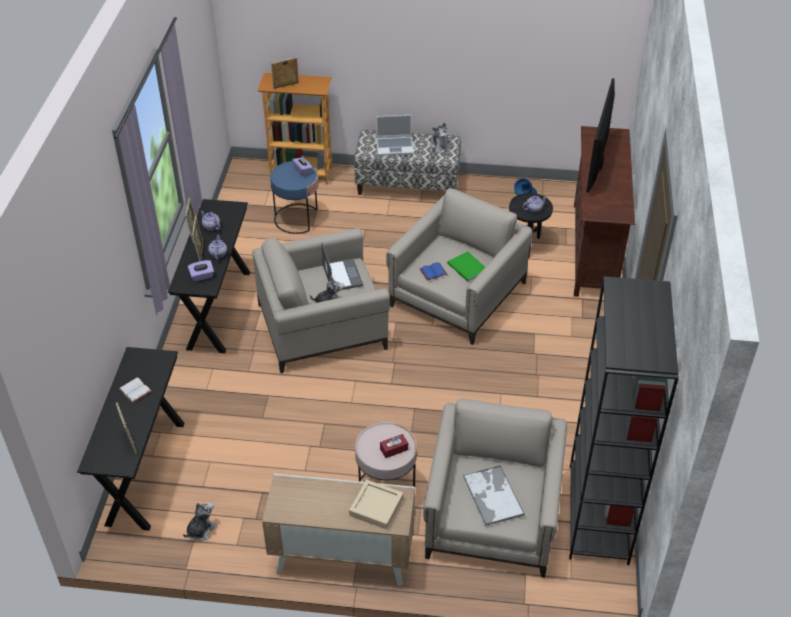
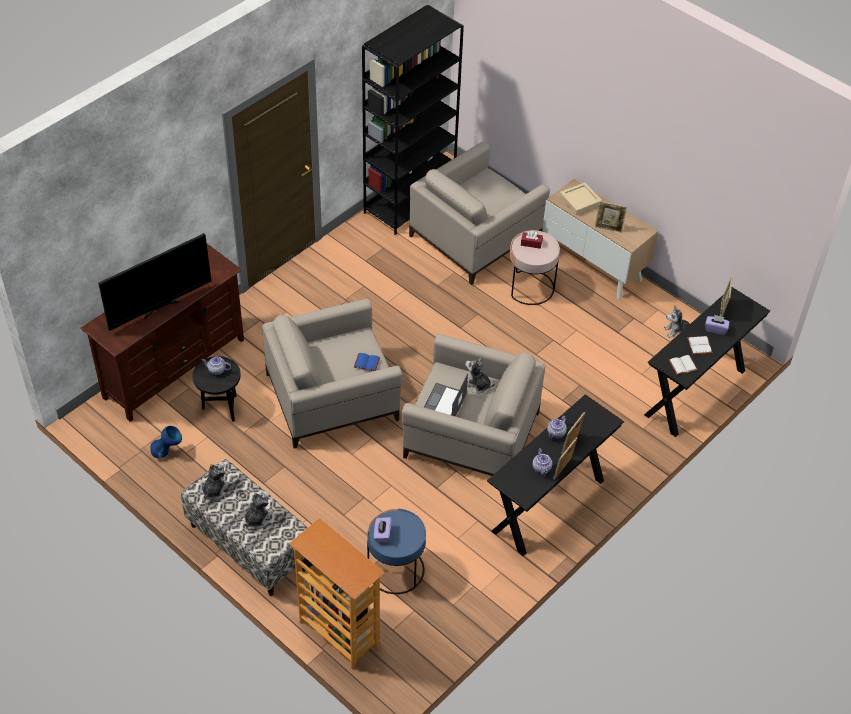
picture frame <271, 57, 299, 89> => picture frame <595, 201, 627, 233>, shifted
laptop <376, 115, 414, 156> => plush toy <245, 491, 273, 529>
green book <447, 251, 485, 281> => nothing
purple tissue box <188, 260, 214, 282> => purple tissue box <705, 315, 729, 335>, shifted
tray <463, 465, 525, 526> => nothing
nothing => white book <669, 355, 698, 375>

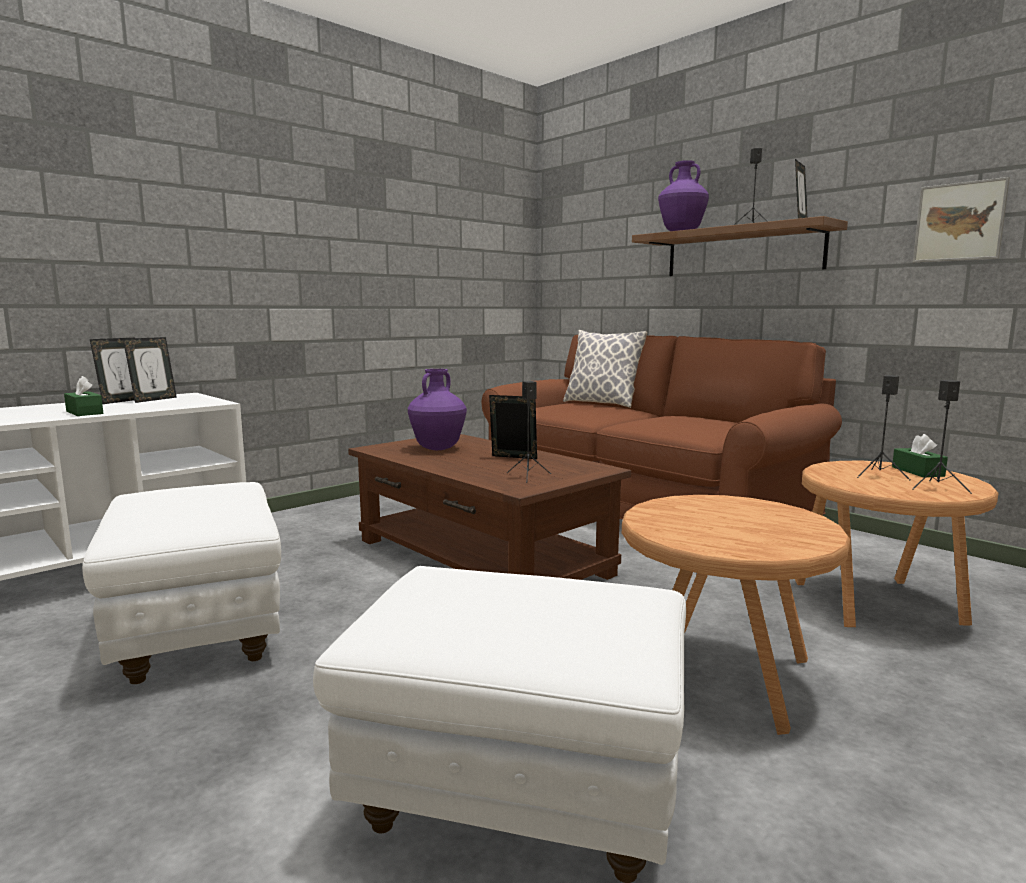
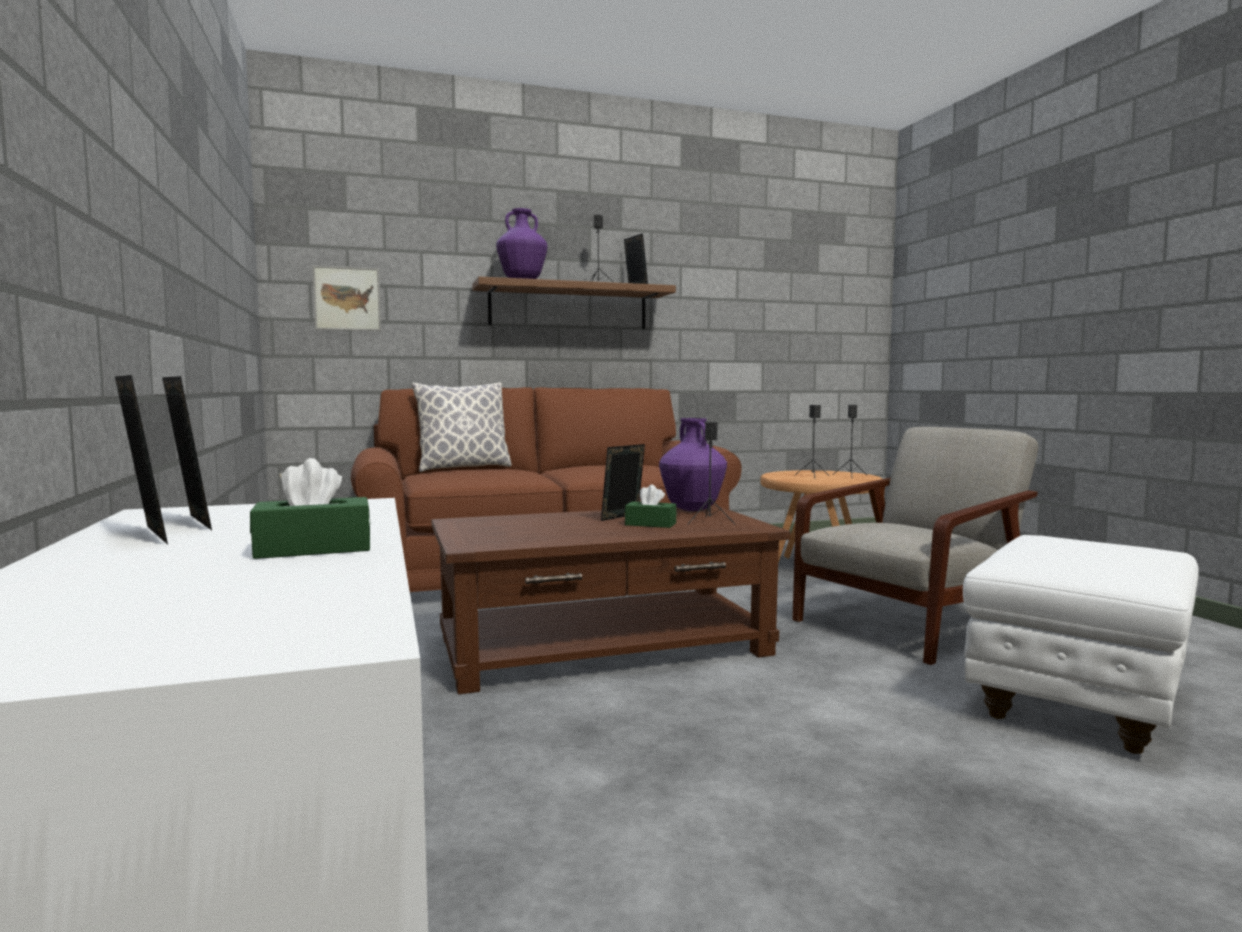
picture <913, 177, 1010, 262> => picture <312, 265, 381, 331>, shifted
purple vase <408, 369, 467, 450> => purple vase <659, 418, 727, 511>, shifted
green tissue box <892, 434, 948, 477> => green tissue box <625, 484, 676, 528>, shifted
white ottoman <82, 482, 281, 684> => nothing
brown side table <622, 495, 850, 735> => grey armchair <792, 427, 1038, 665>

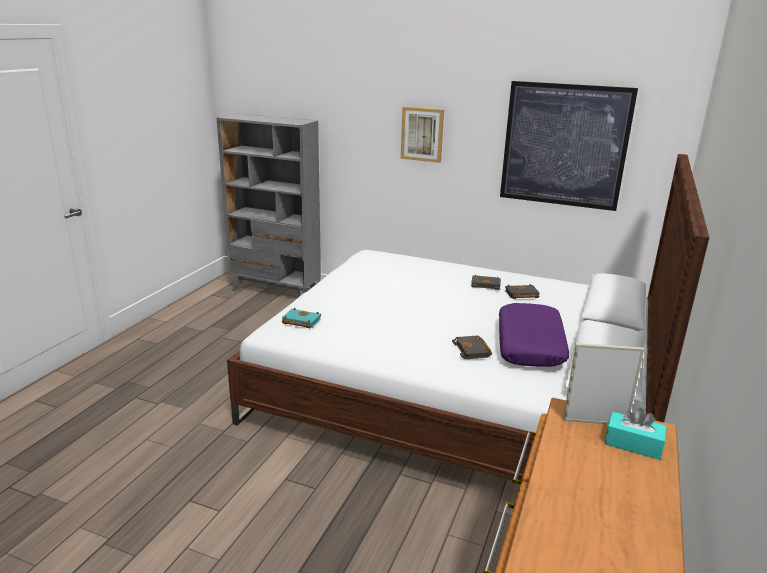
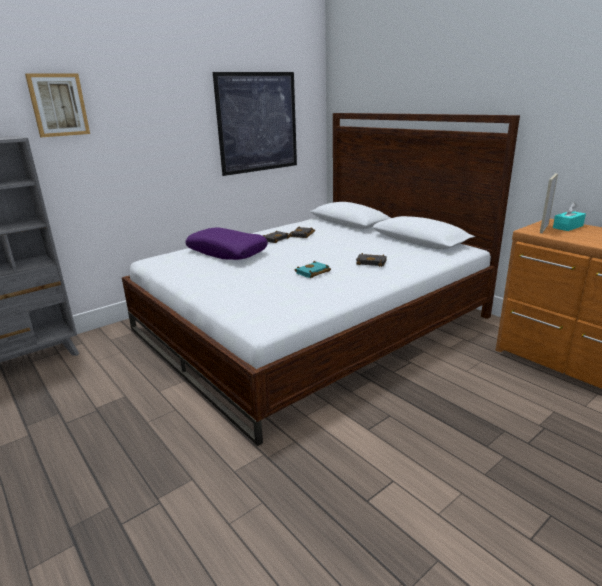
picture <401, 107, 444, 163> => picture <25, 74, 90, 137>, shifted
purple pillow <499, 303, 569, 367> => purple pillow <186, 228, 268, 260>, shifted
turquoise book <282, 308, 321, 329> => turquoise book <295, 261, 331, 278>, shifted

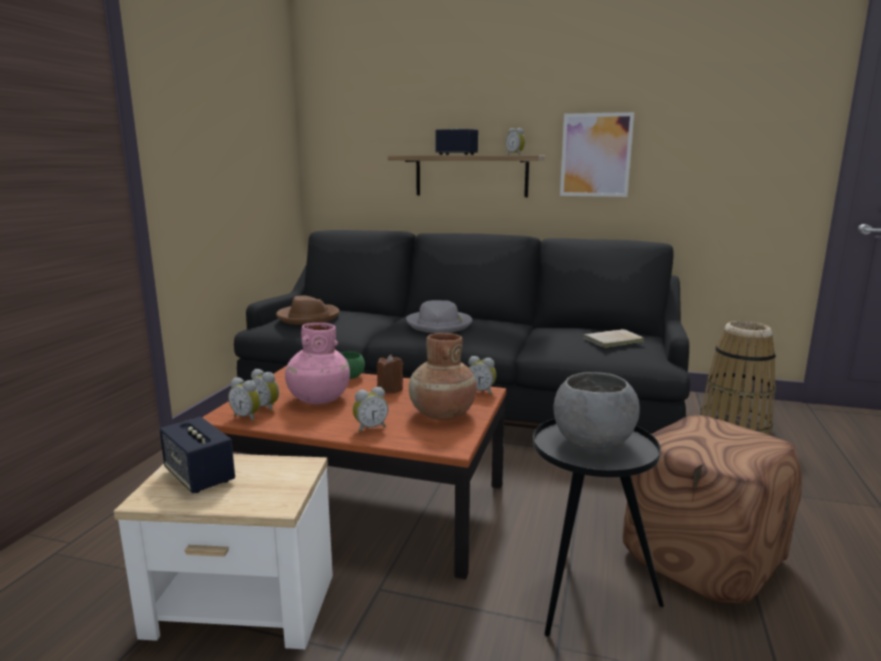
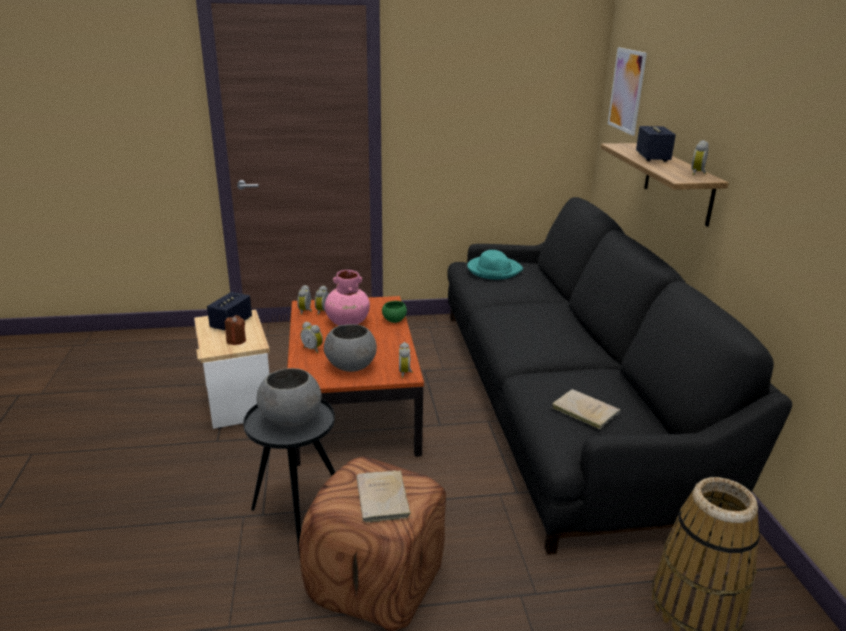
picture <560, 112, 634, 197> => picture <608, 47, 647, 136>, shifted
brown hat <276, 296, 340, 325> => turquoise hat <467, 250, 523, 279>
grey hat <406, 300, 472, 333> => nothing
brown vase <409, 333, 477, 420> => grey bowl <324, 324, 377, 372>
brown candle <377, 354, 403, 393> => brown candle <225, 315, 246, 345>, shifted
nothing => beige book <356, 470, 412, 523>

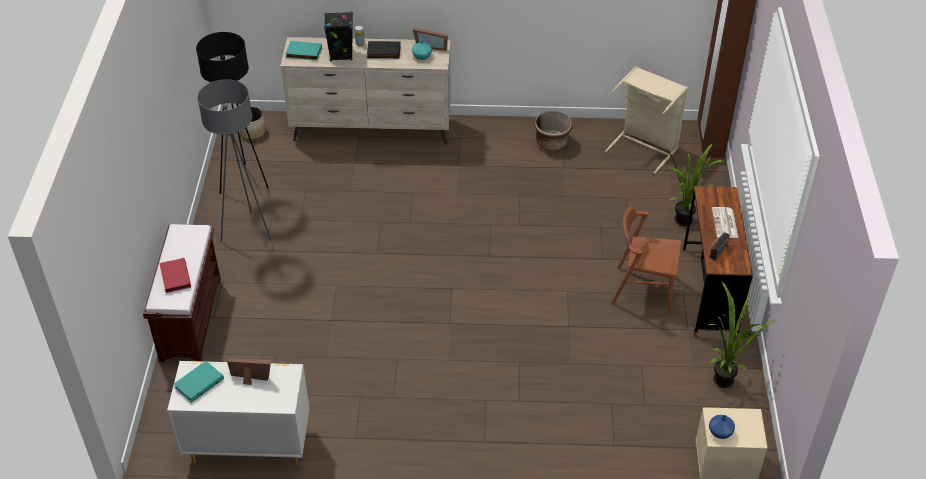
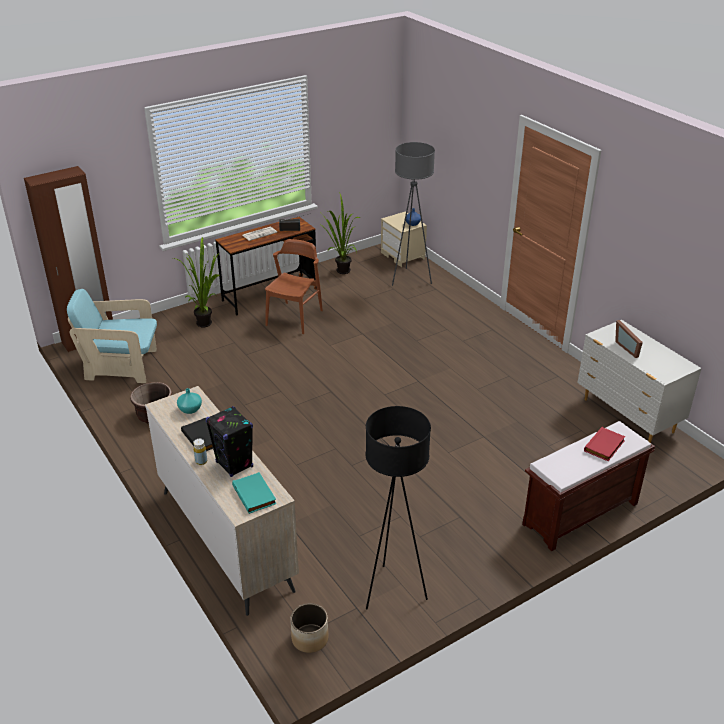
picture frame <413, 28, 448, 51> => nothing
beige laundry basket <605, 66, 688, 174> => turquoise armchair <67, 289, 157, 383>
grey floor lamp <197, 79, 272, 243> => grey floor lamp <392, 142, 435, 286>, shifted
brown chair <612, 206, 681, 313> => brown chair <265, 239, 323, 334>, 135 degrees counterclockwise
turquoise book <173, 361, 224, 403> => nothing

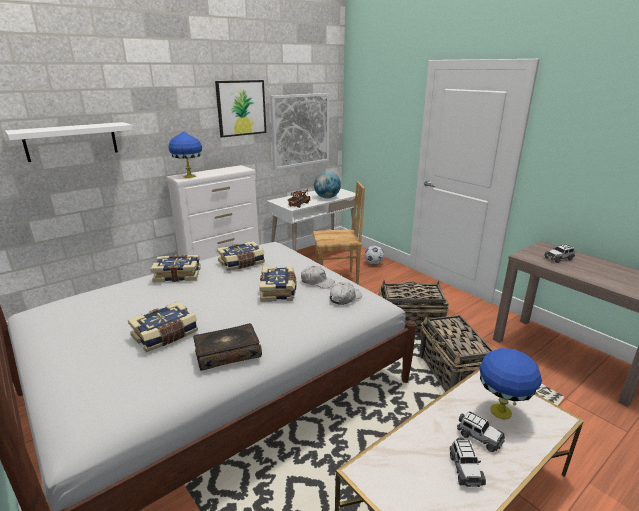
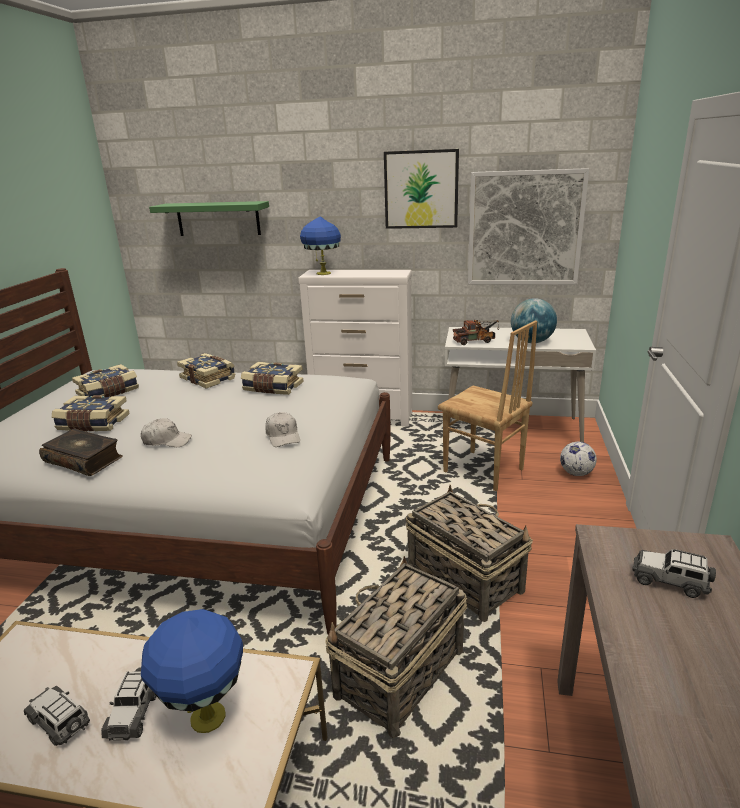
white shelf <5, 122, 133, 162> => green shelf <149, 201, 269, 236>
book <259, 266, 297, 302> => book <72, 364, 139, 397>, shifted
white cap <330, 282, 362, 305> => white cap <141, 418, 192, 447>, shifted
toy car <450, 437, 486, 487> => toy car <24, 686, 90, 746>, 75 degrees clockwise

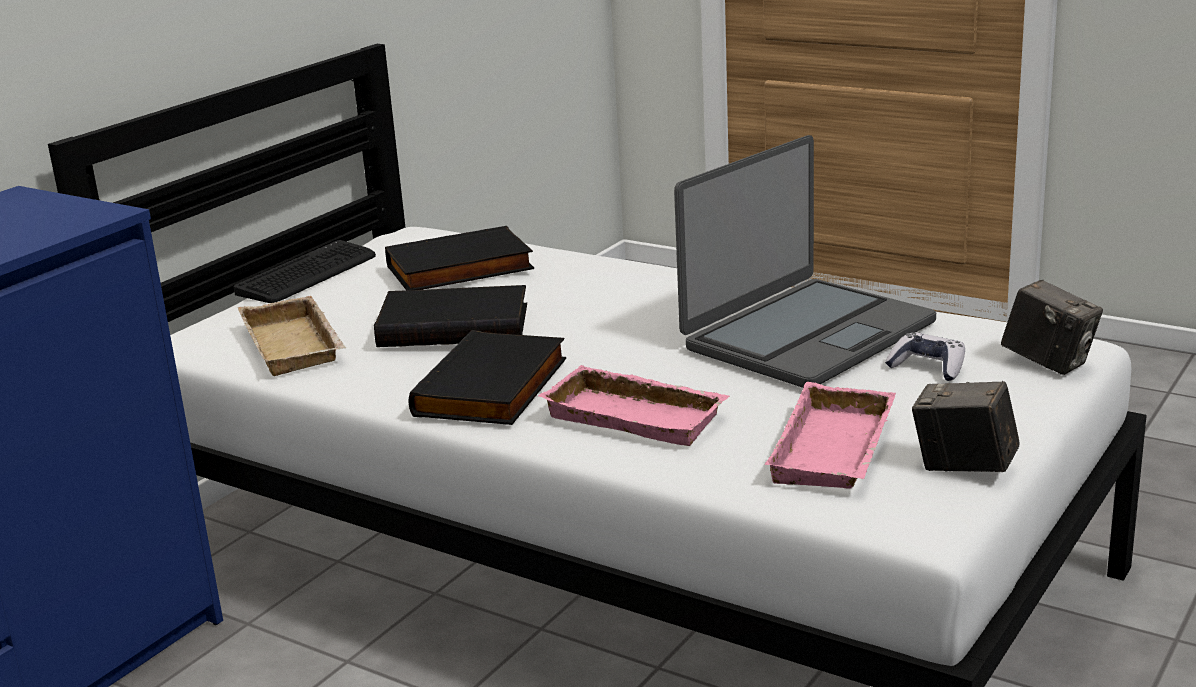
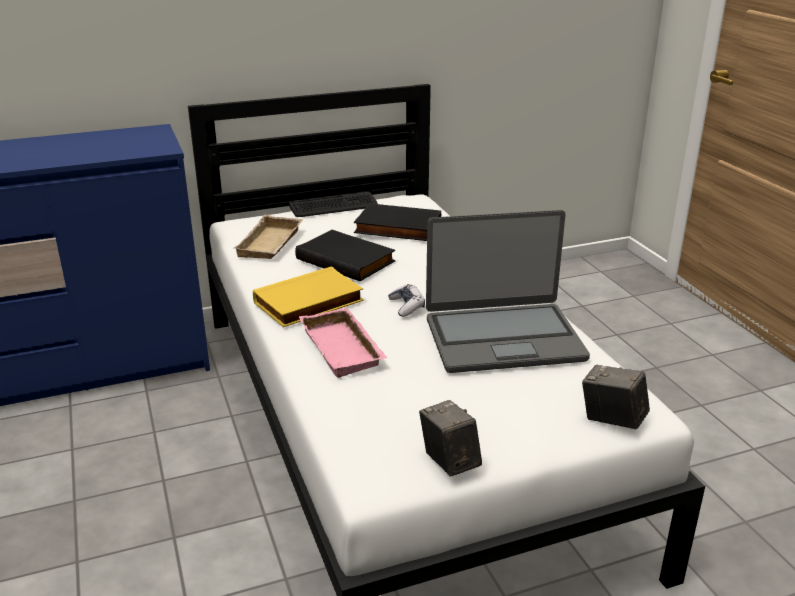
photo camera <1001, 280, 1103, 375> => photo camera <582, 365, 650, 429>, 135 degrees clockwise
black book <408, 330, 566, 425> => yellow book <253, 266, 364, 327>
game controller <885, 332, 965, 381> => game controller <388, 284, 425, 317>, shifted
pink tray <765, 382, 896, 488> => nothing

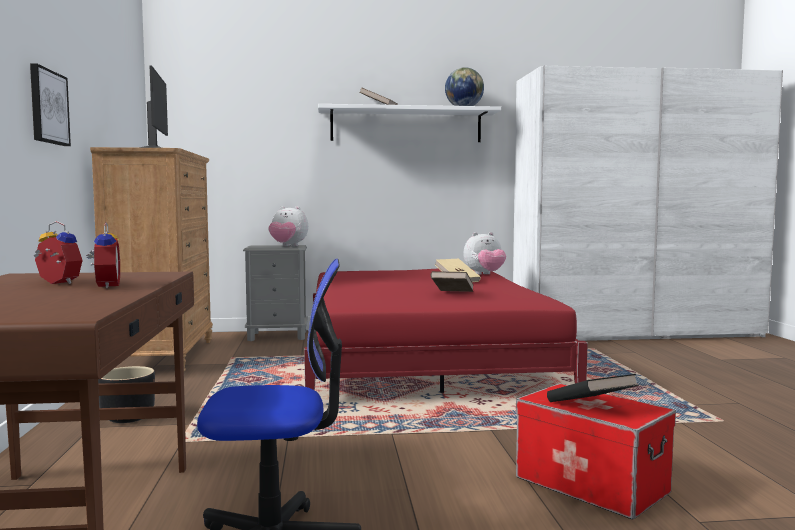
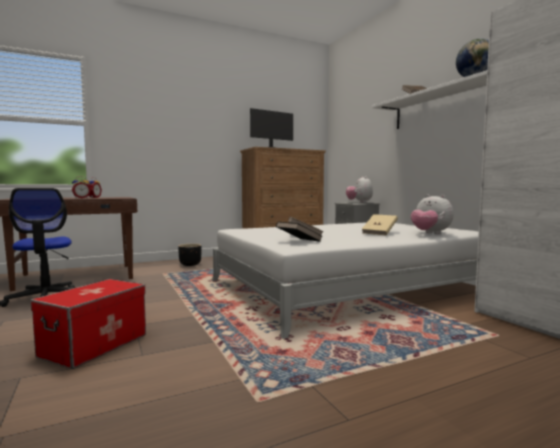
picture <30, 63, 71, 146> => nothing
red bed <304, 269, 588, 393> => white bed <212, 222, 479, 339>
black book <547, 374, 639, 402> => black book <276, 222, 322, 242>, shifted

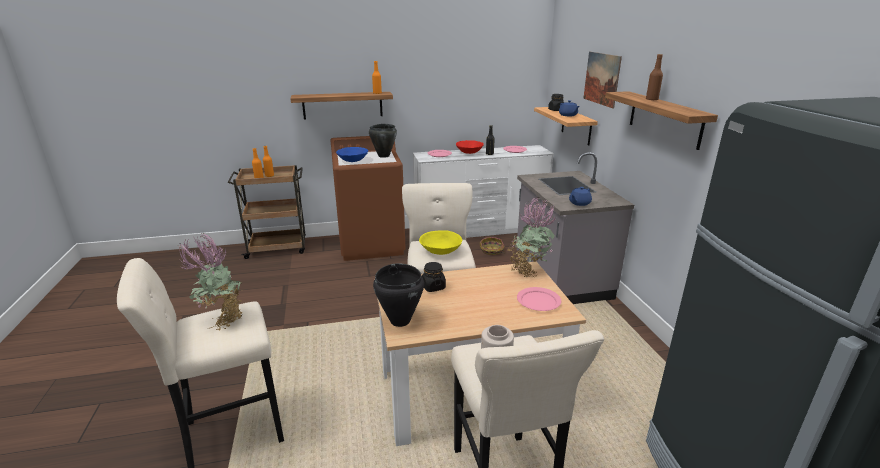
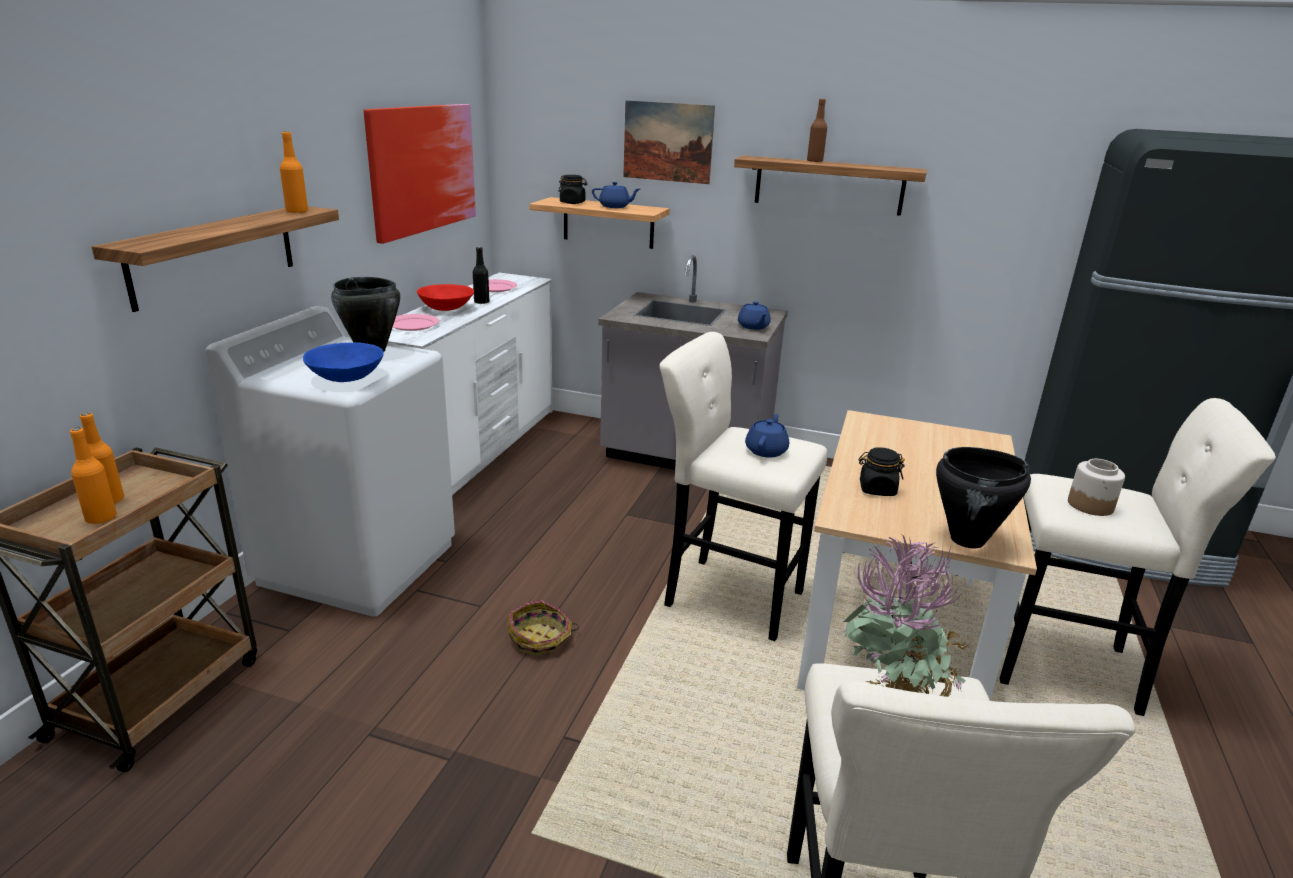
brown washing machine <330, 136, 405, 261> => white washing machine <205, 306, 455, 617>
potted plant <506, 197, 556, 278> => nothing
yellow bowl <419, 230, 462, 255> => blue teapot <745, 413, 789, 457>
basket <480, 237, 505, 255> => basket <507, 600, 579, 656>, shifted
pink plate <517, 287, 561, 311> => nothing
nothing => picture <364, 104, 476, 244>

